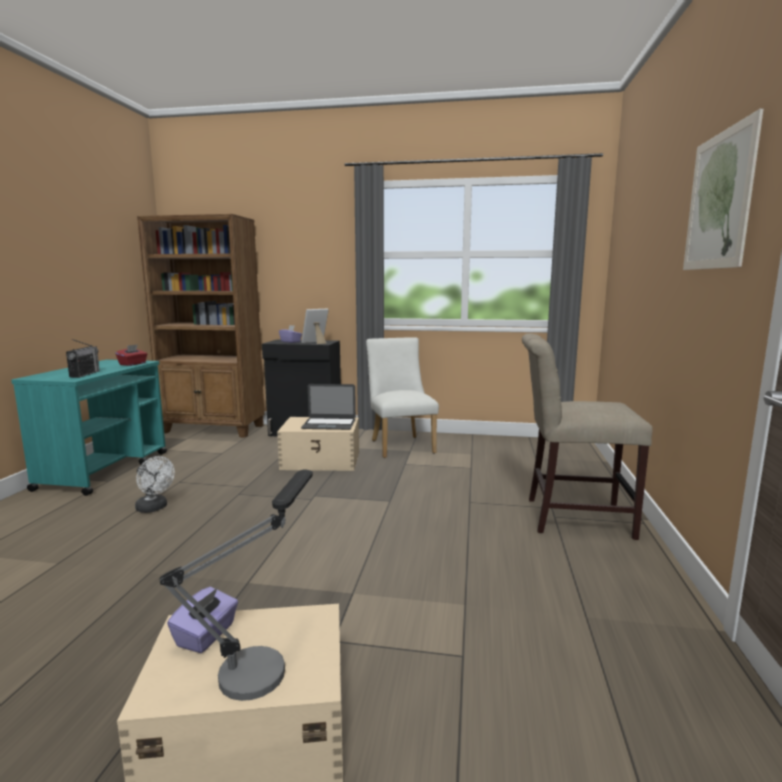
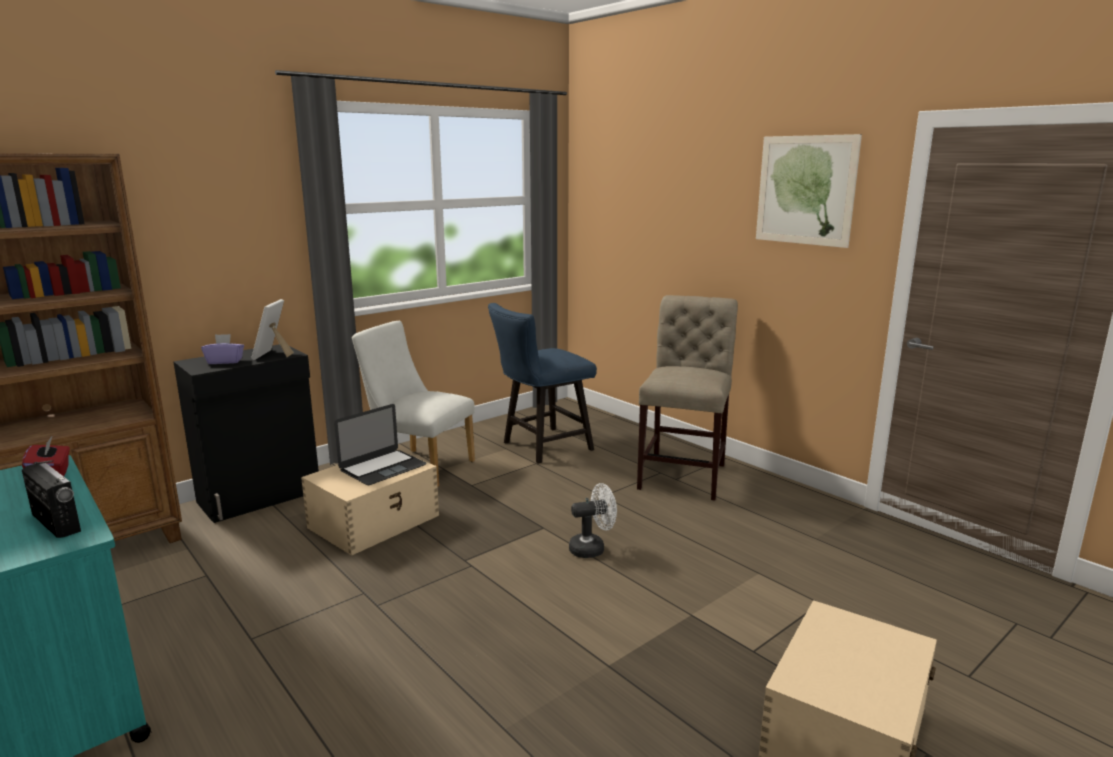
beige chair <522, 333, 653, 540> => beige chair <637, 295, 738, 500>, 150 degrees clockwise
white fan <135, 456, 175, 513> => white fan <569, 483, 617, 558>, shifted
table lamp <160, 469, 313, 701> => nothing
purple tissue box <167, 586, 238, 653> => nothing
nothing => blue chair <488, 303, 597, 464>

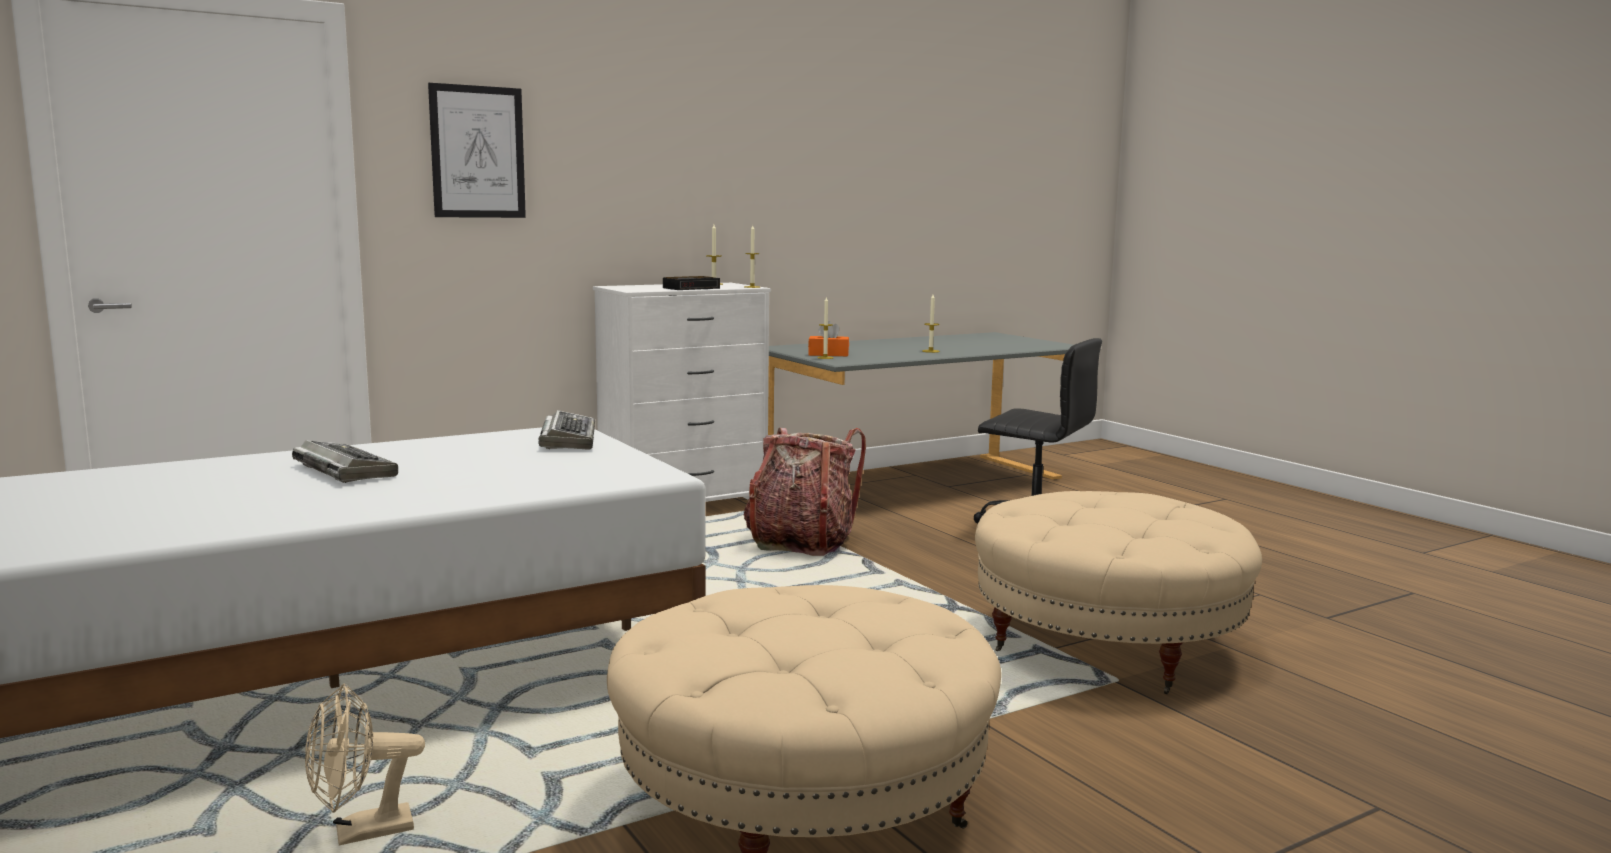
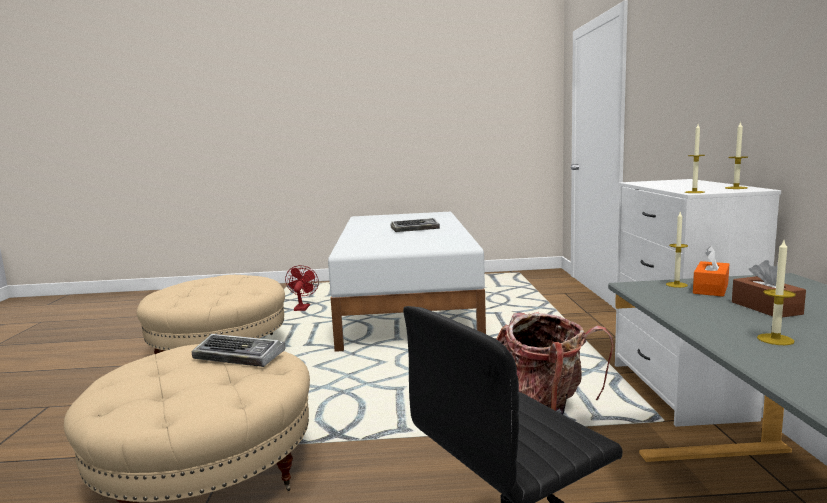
picture <428, 83, 526, 218> => nothing
alarm clock <663, 276, 720, 290> => nothing
keyboard <538, 410, 595, 450> => keyboard <192, 334, 286, 367>, shifted
beige fan <305, 683, 425, 845> => red fan <285, 265, 319, 311>
nothing => brown tissue box <732, 260, 806, 318>

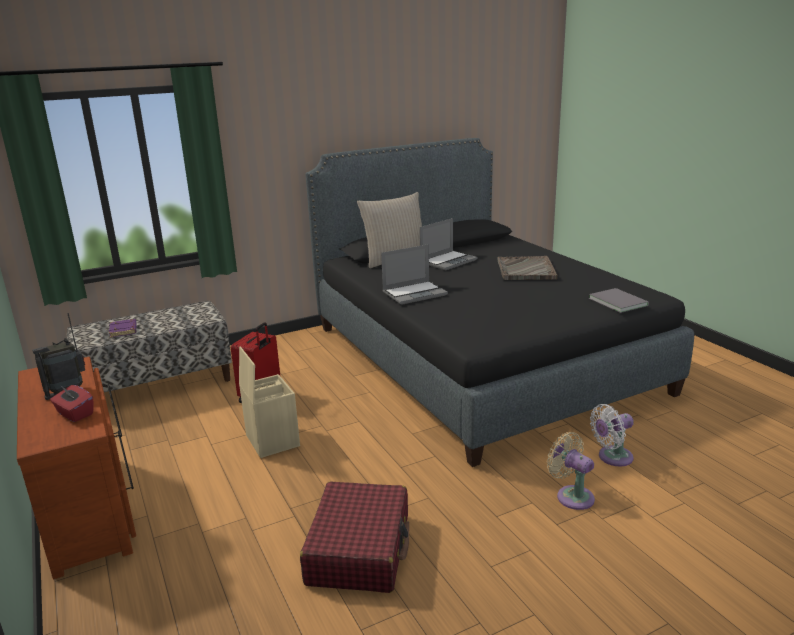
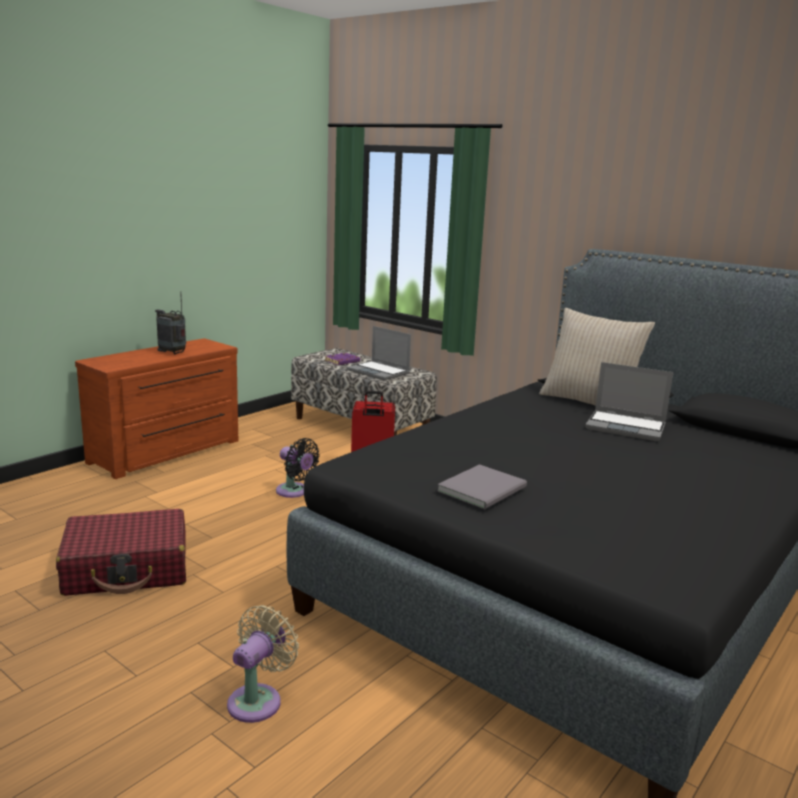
laptop <381, 244, 448, 305> => laptop <347, 326, 411, 380>, shifted
grey tray <498, 256, 558, 280> => nothing
grey book <589, 288, 649, 313> => grey book <437, 464, 527, 509>, shifted
beige storage box <239, 346, 300, 458> => black fan <276, 438, 320, 498>
red tissue box <50, 385, 94, 422> => nothing
white fan <590, 404, 634, 467> => nothing

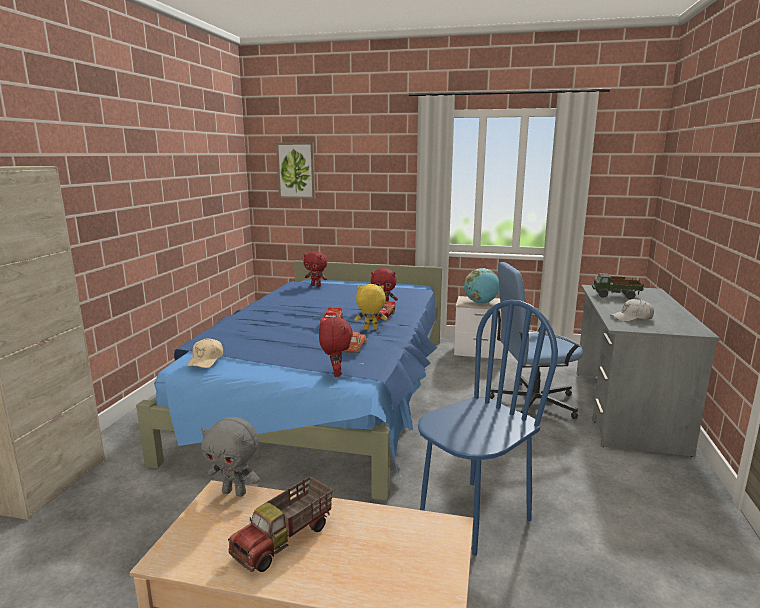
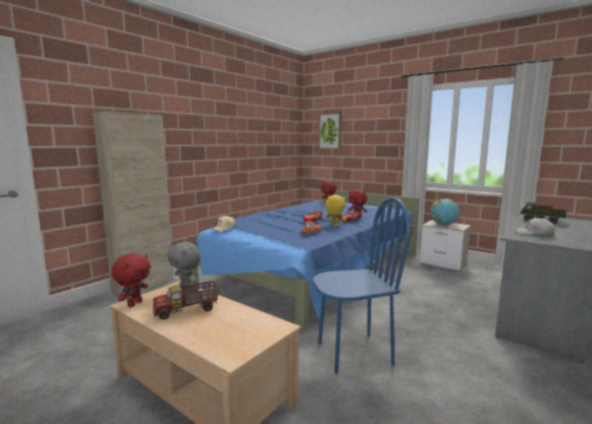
blue office chair <490, 262, 583, 419> => nothing
red plush toy <319, 317, 353, 377> => red plush toy <111, 254, 151, 307>, shifted

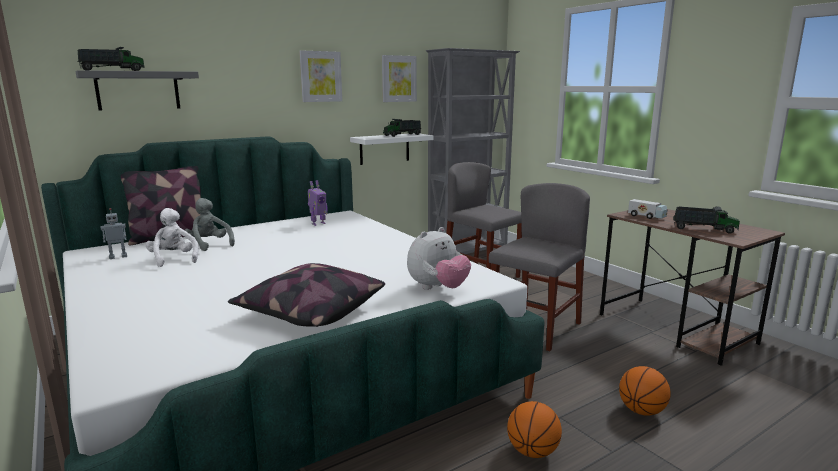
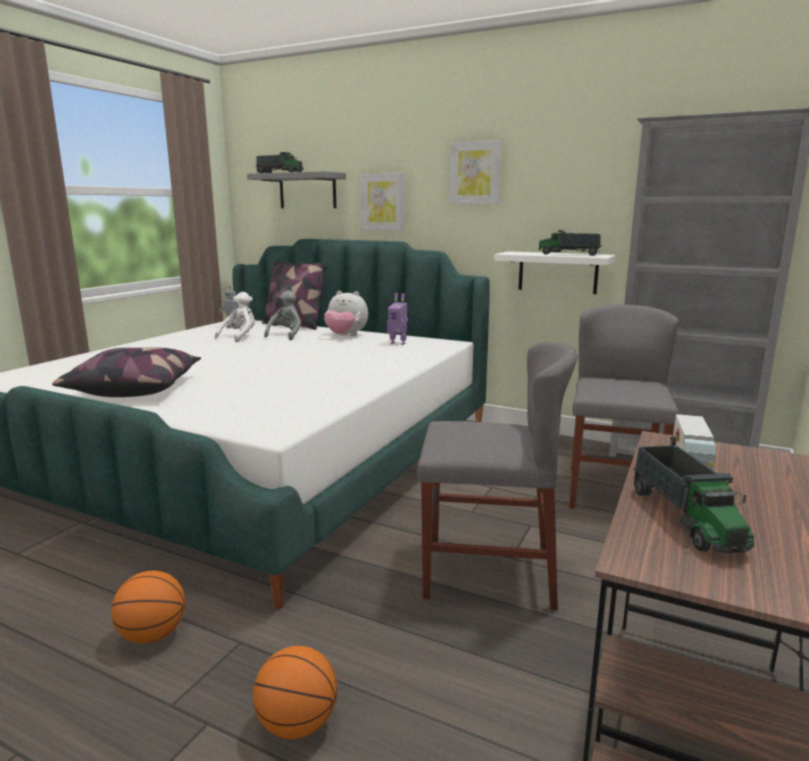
picture <382, 55, 417, 102> => picture <360, 173, 404, 231>, shifted
plush toy <407, 227, 471, 290> => plush toy <324, 291, 368, 336>, shifted

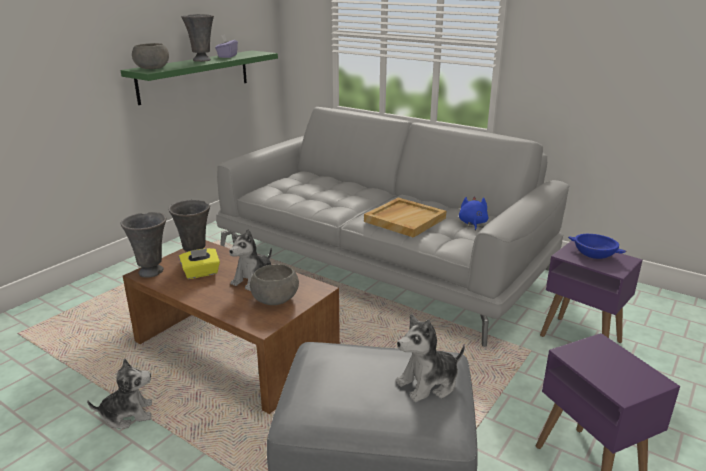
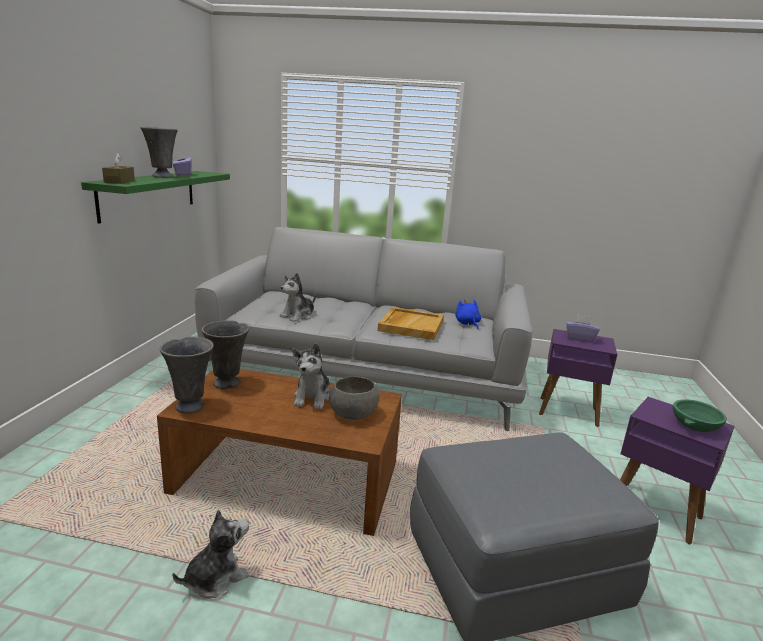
grey bowl <132, 43, 169, 69> => brown tissue box <102, 153, 135, 184>
blue bowl <568, 234, 626, 259> => purple tissue box <566, 315, 600, 343>
yellow tissue box <179, 248, 220, 279> => nothing
plush toy <396, 314, 465, 402> => plush toy <280, 273, 316, 322>, shifted
nothing => green bowl <673, 400, 727, 432>

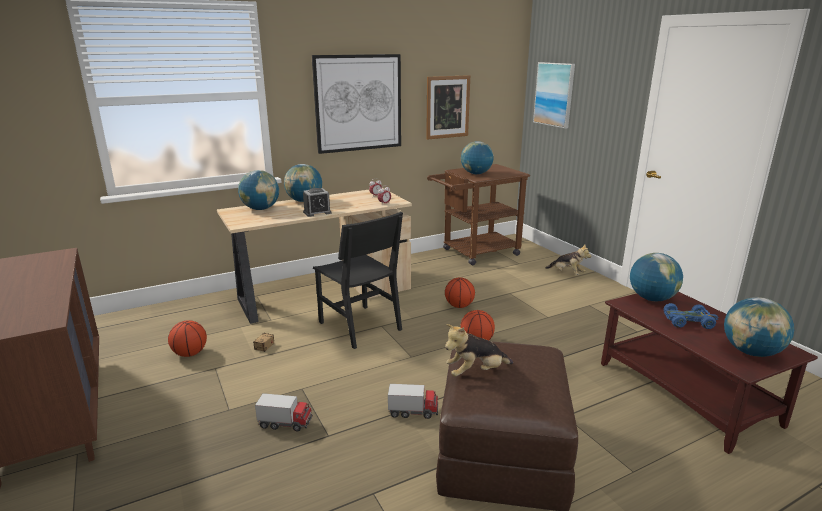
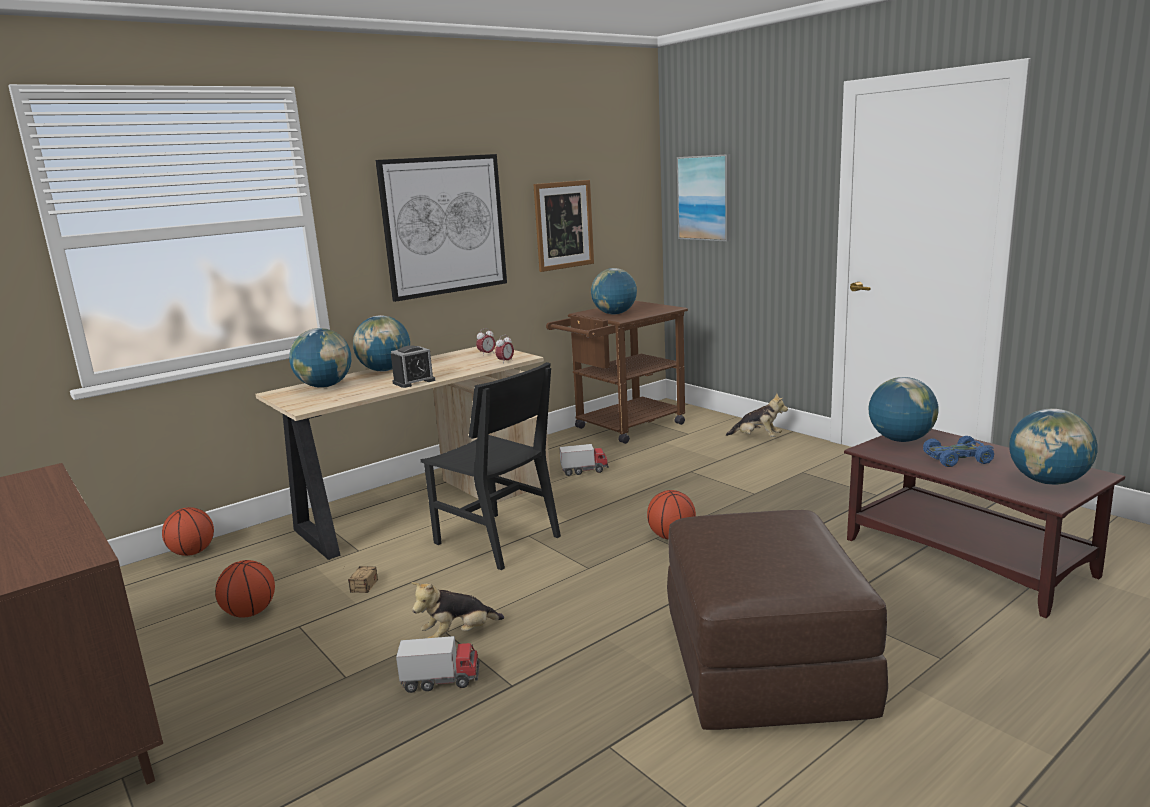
basketball <445, 277, 475, 308> => basketball <162, 507, 214, 556>, shifted
plush toy <445, 324, 513, 377> => plush toy <411, 582, 504, 638>, shifted
toy truck <388, 384, 438, 419> => toy truck <559, 444, 609, 476>, shifted

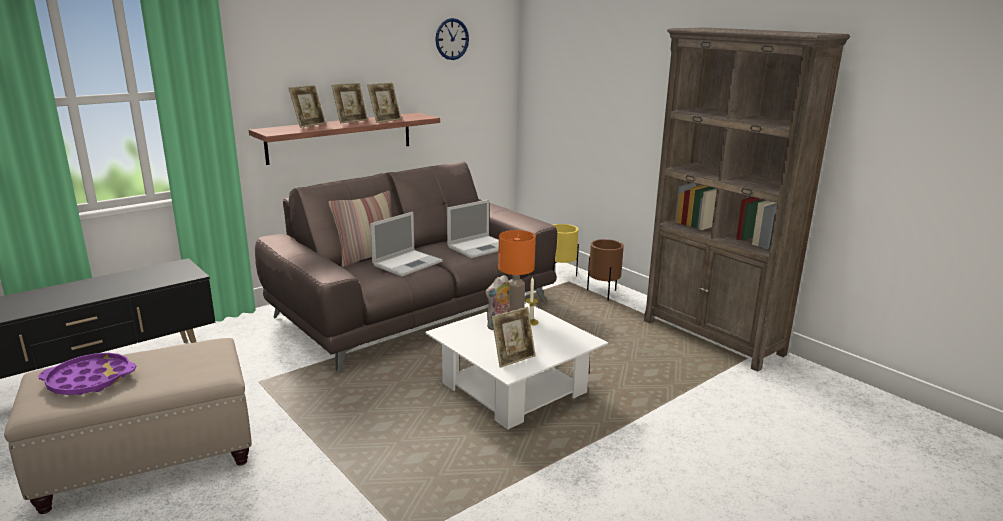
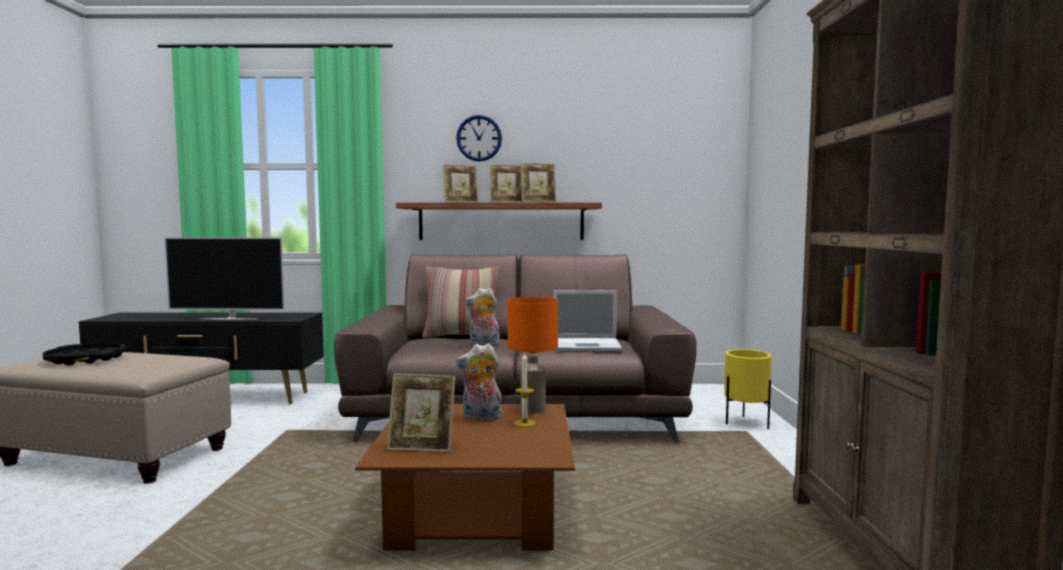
wall clock <435, 18, 469, 60> => wall clock <456, 115, 502, 162>, shifted
laptop <370, 212, 443, 276> => plush toy <465, 288, 499, 345>
brown planter <587, 239, 624, 301> => nothing
white coffee table <425, 302, 608, 429> => brown coffee table <355, 404, 575, 551>
purple tray <38, 353, 137, 395> => black tray <42, 343, 126, 366>
nothing => television <164, 237, 285, 320>

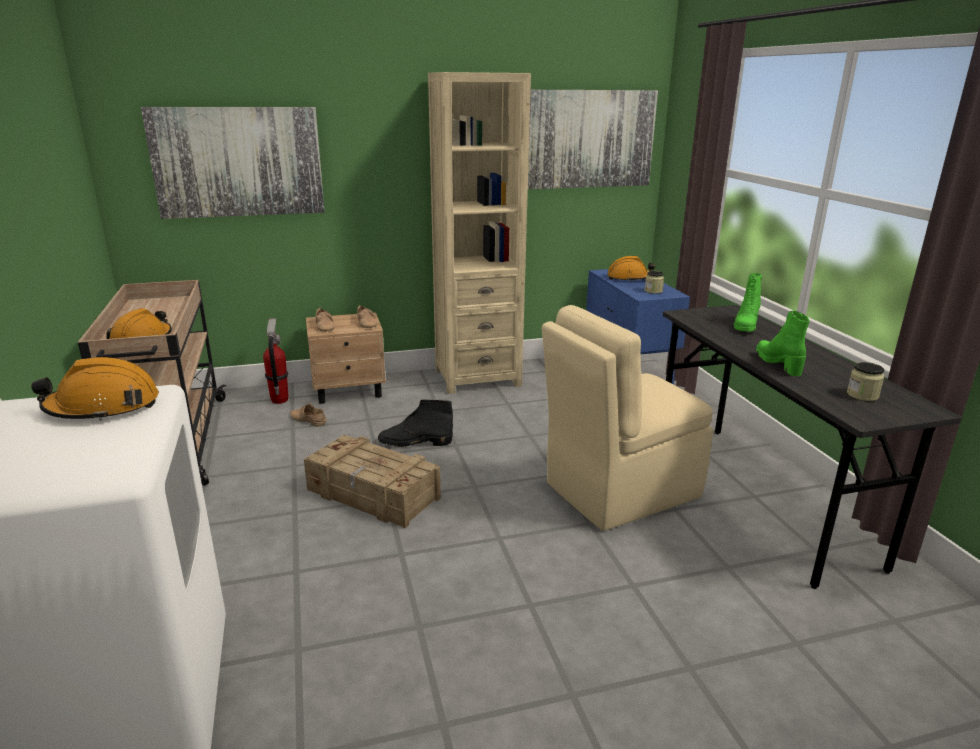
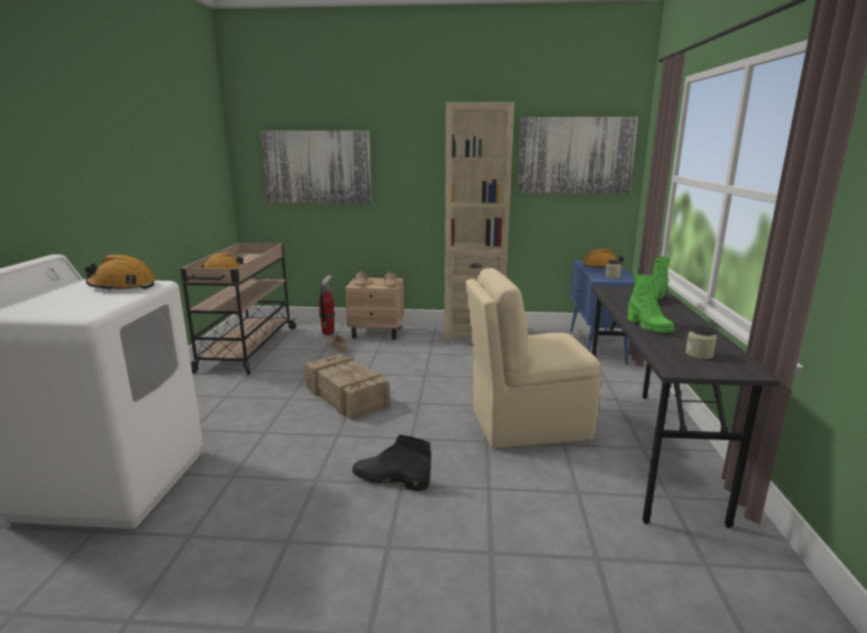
green boot <756, 310, 809, 376> => green boot <627, 274, 675, 333>, 150 degrees clockwise
black boot <378, 400, 453, 447> => black boot <352, 435, 431, 491>, shifted

